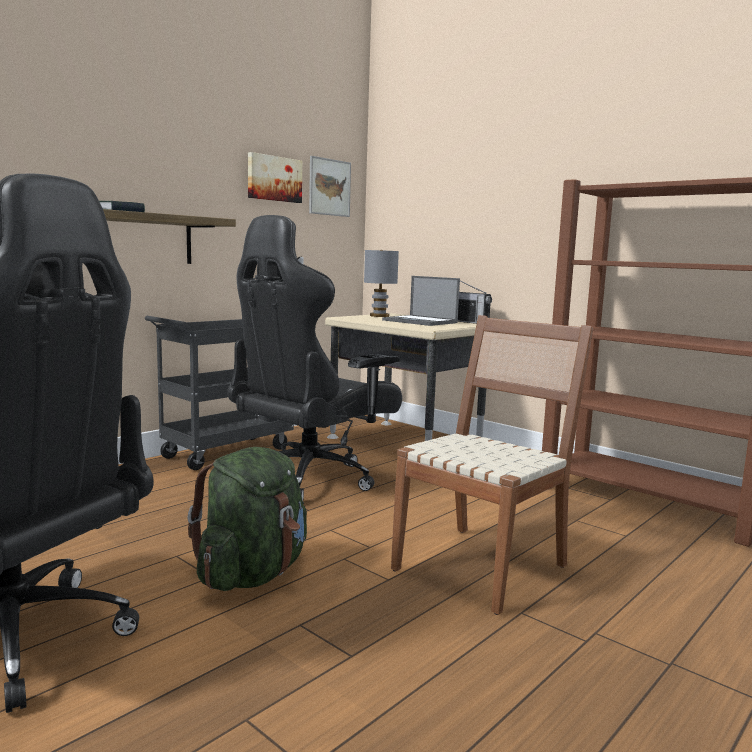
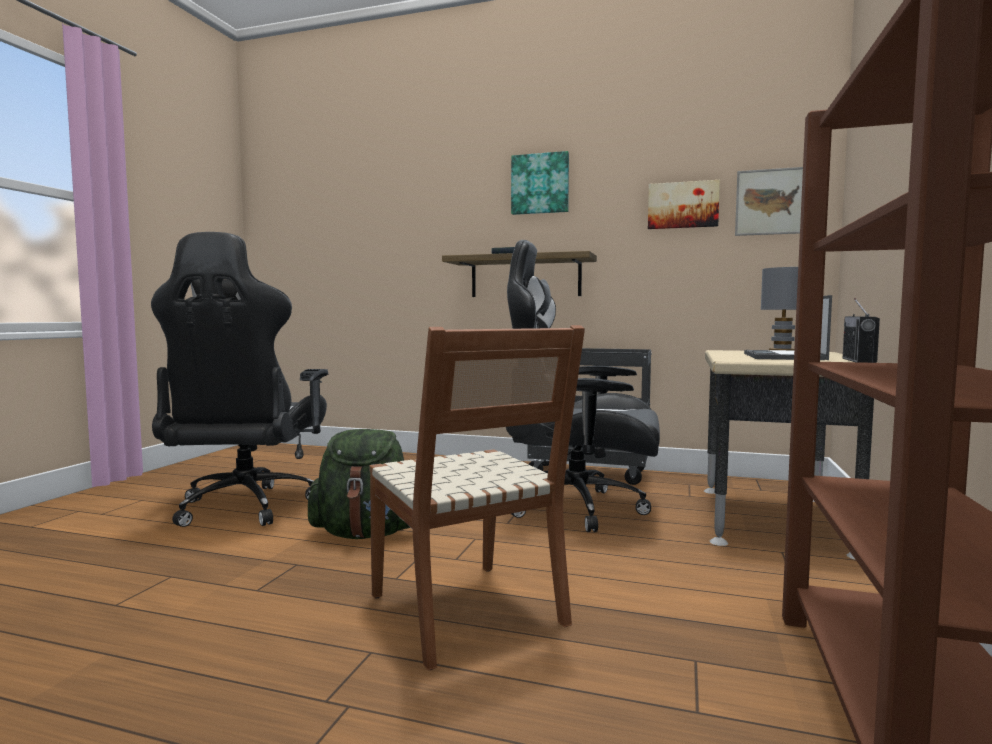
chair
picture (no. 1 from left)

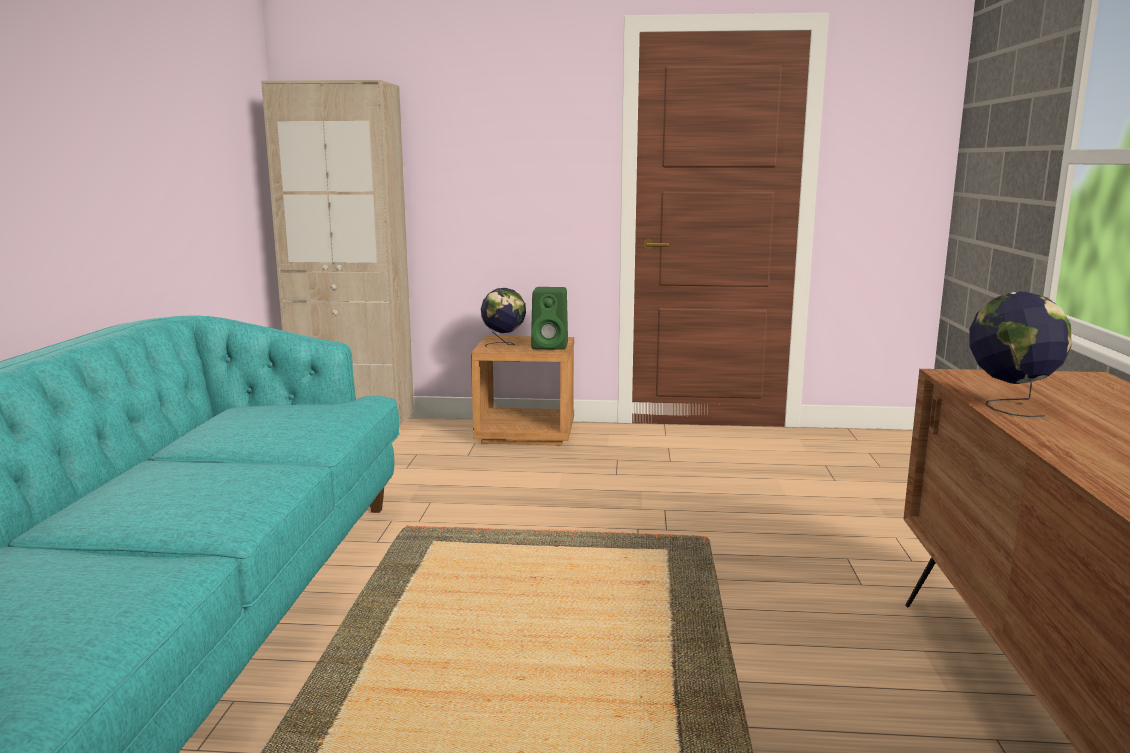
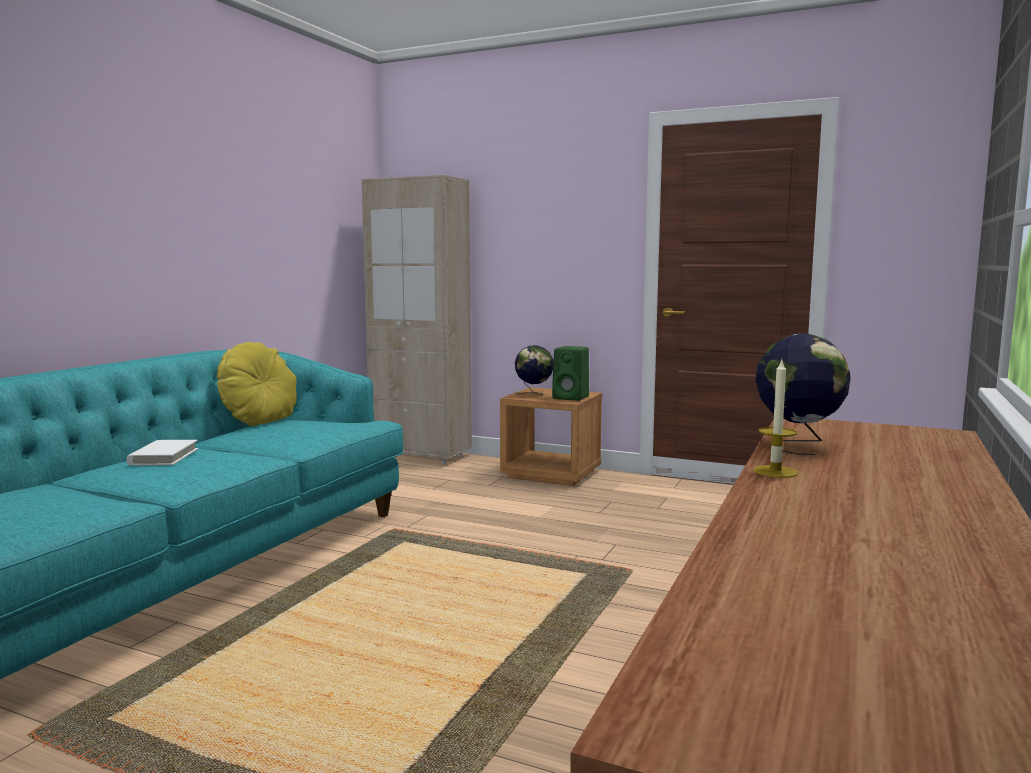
white book
yellow pillow
candle

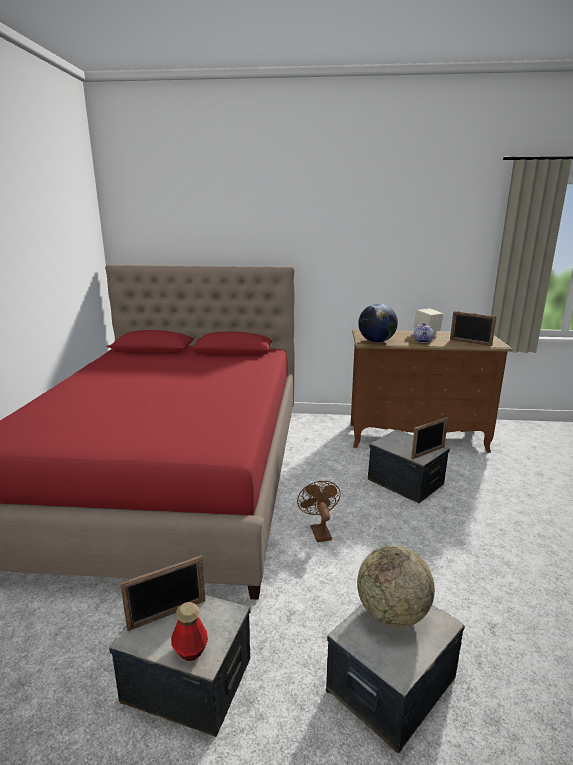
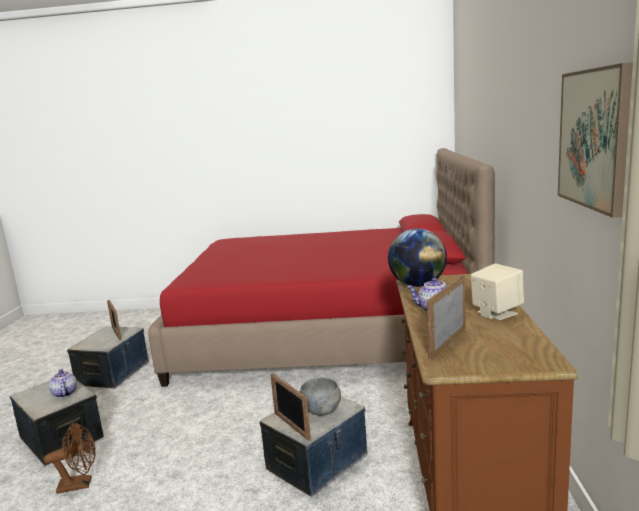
bottle
brown fan
teapot (no. 1 from left)
grey bowl
picture

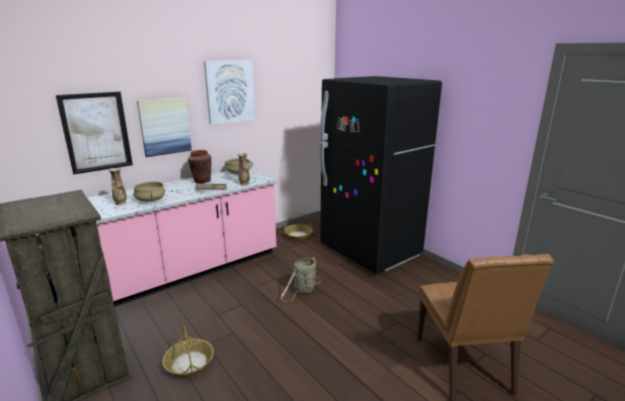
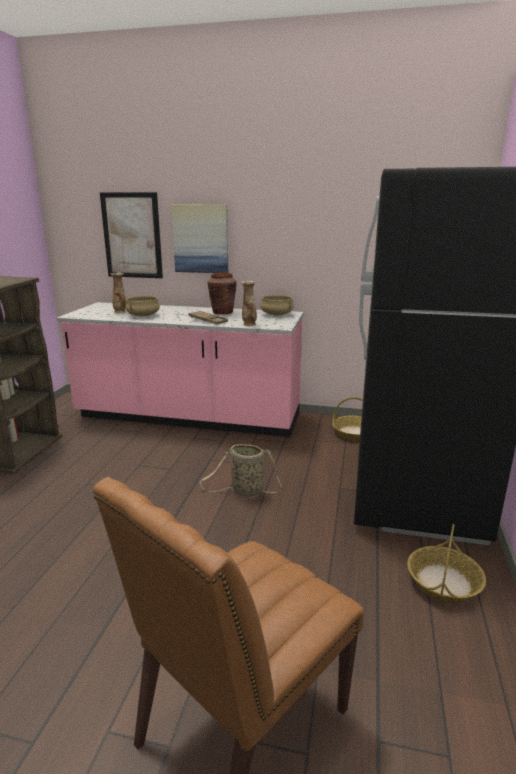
basket (no. 3 from left)
picture (no. 3 from left in the first image)

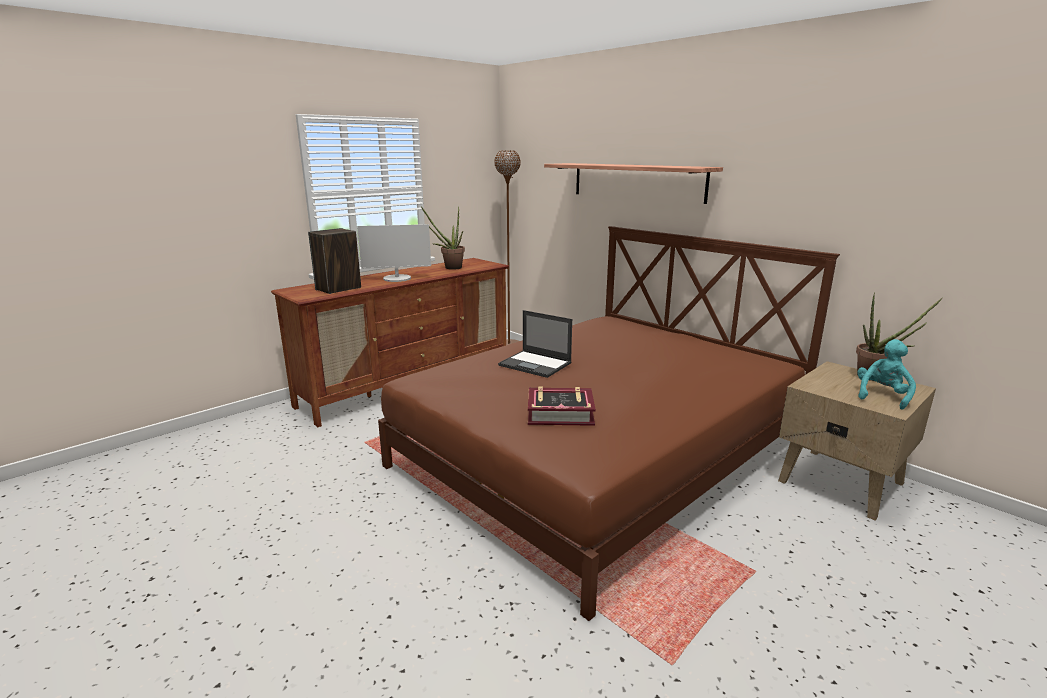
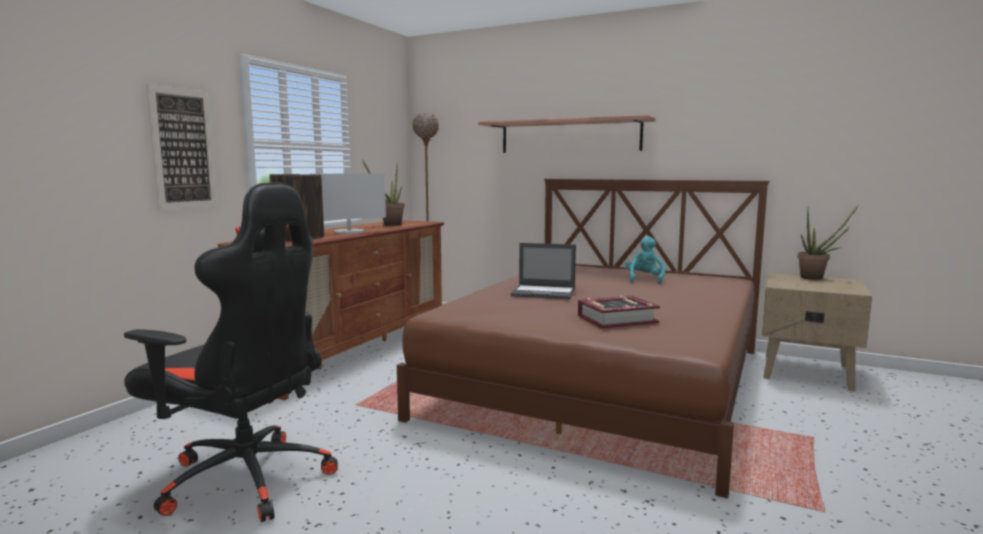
turquoise plush toy
black office chair
picture

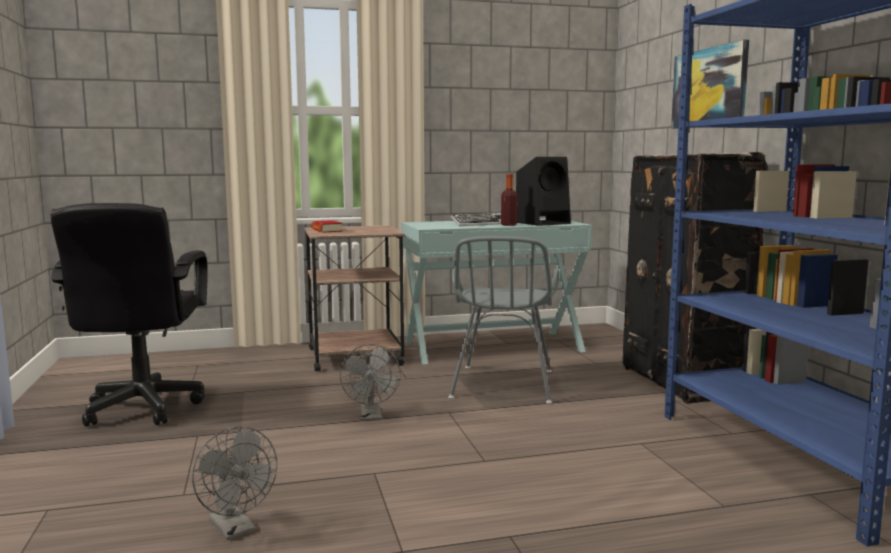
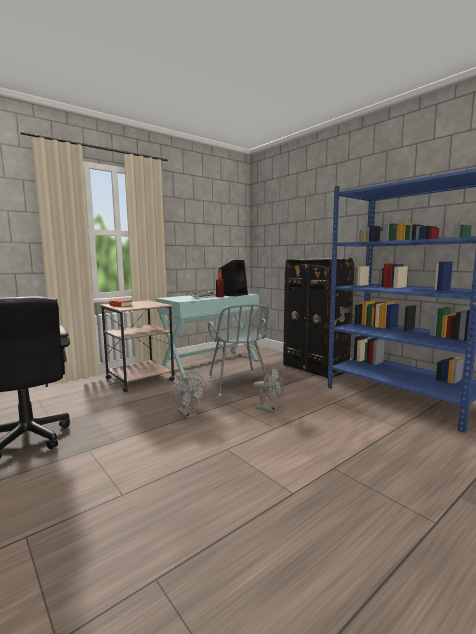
grey fan (no. 2 from left)
picture

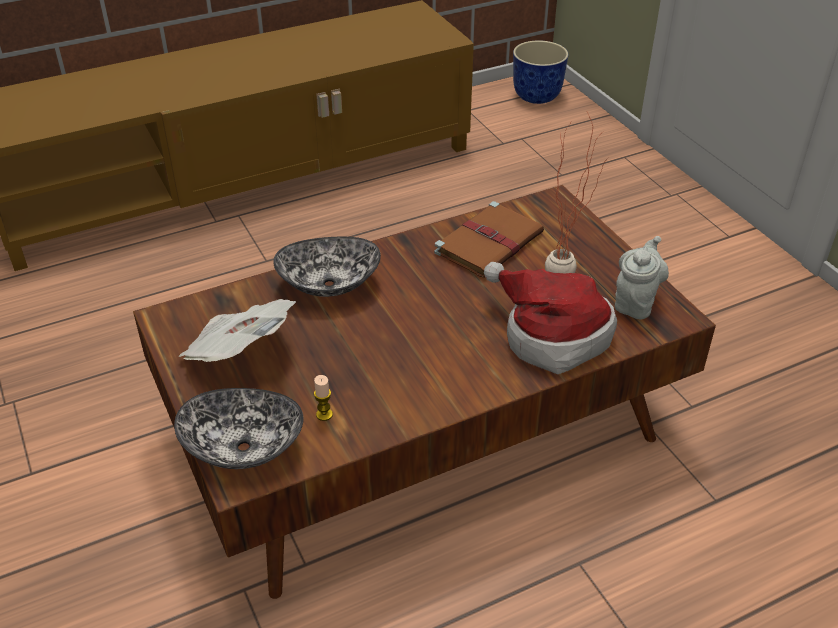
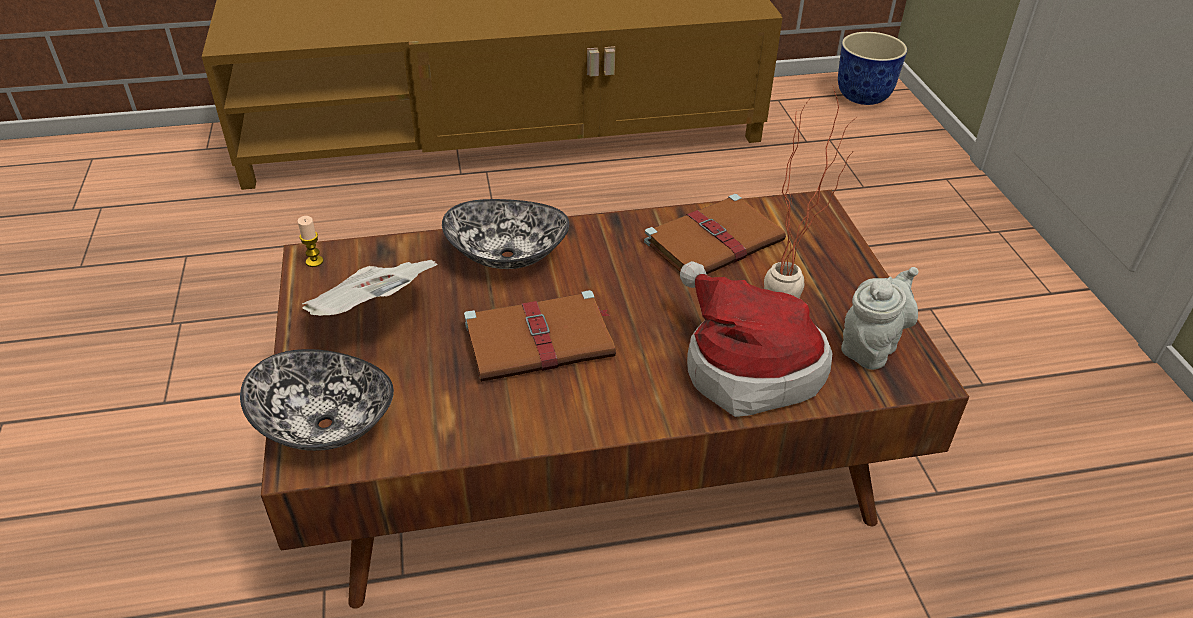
candle
brown book (no. 1 from left)

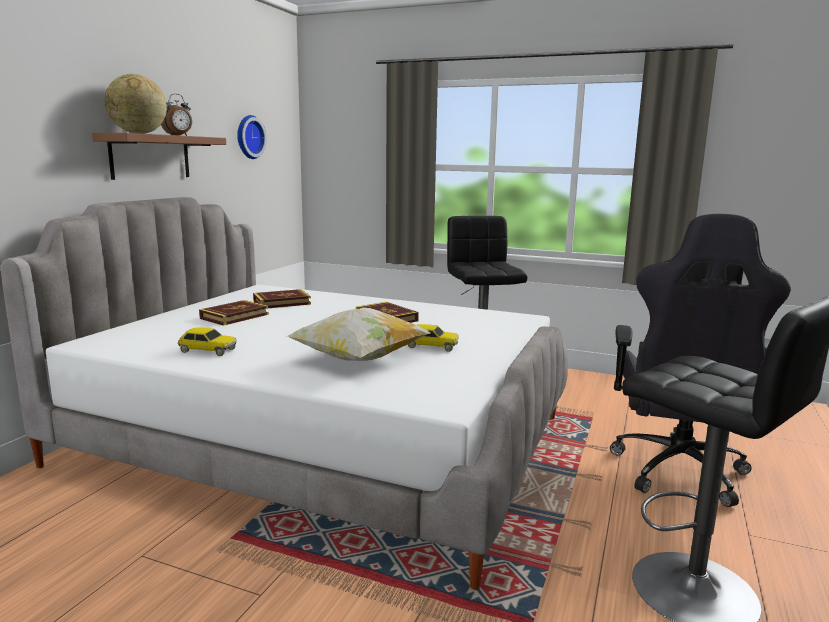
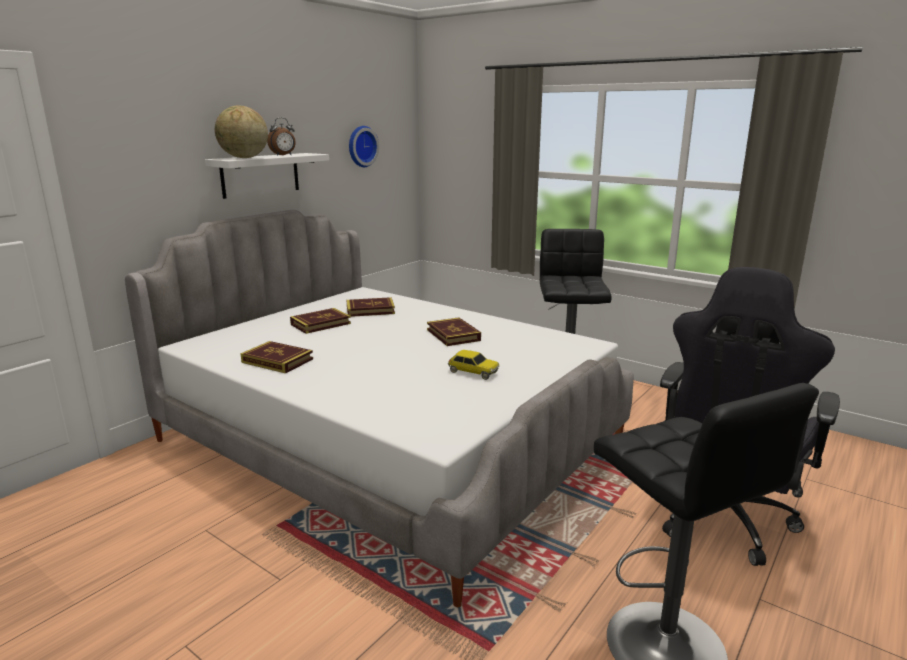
white shelf
book (no. 1 from left)
pillow

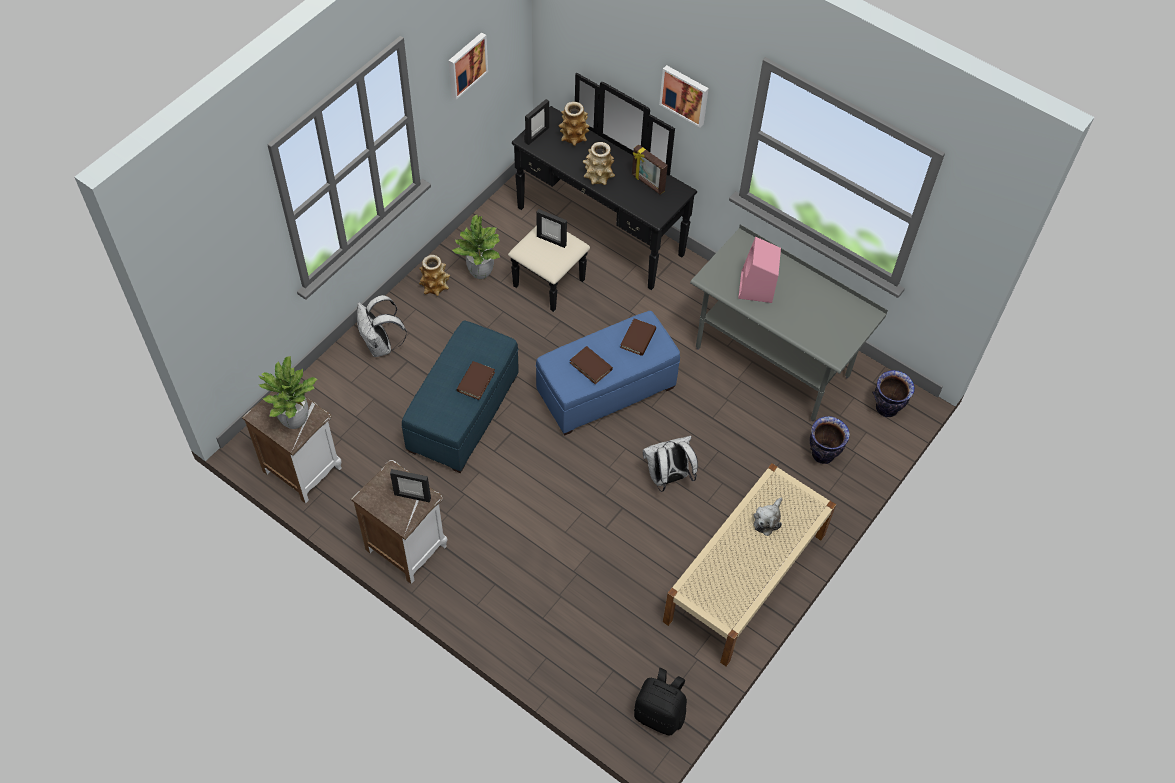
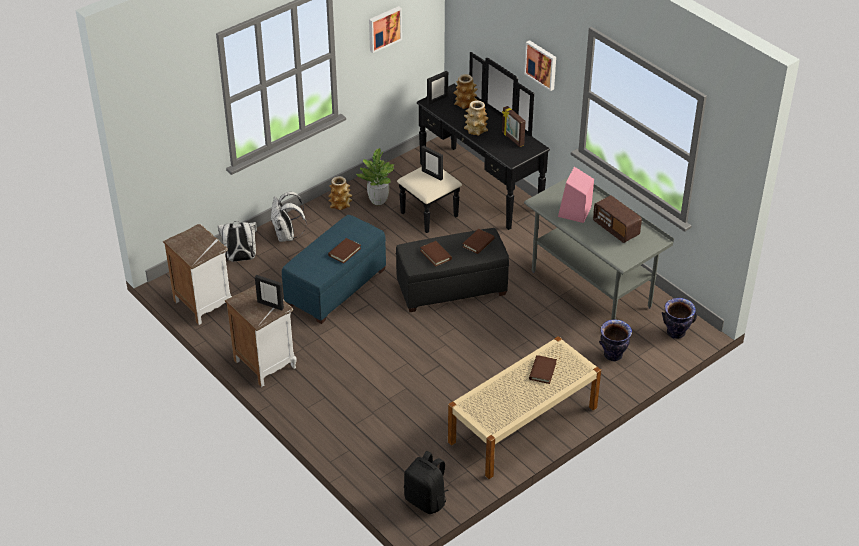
potted plant (no. 1 from left in the first image)
black ottoman
white backpack (no. 1 from left)
brown book (no. 4 from left)
radio

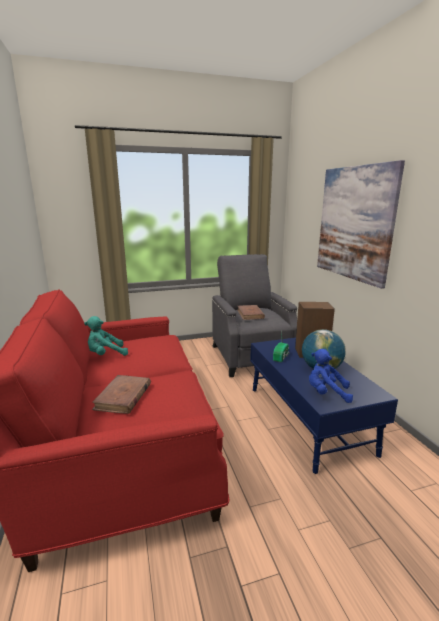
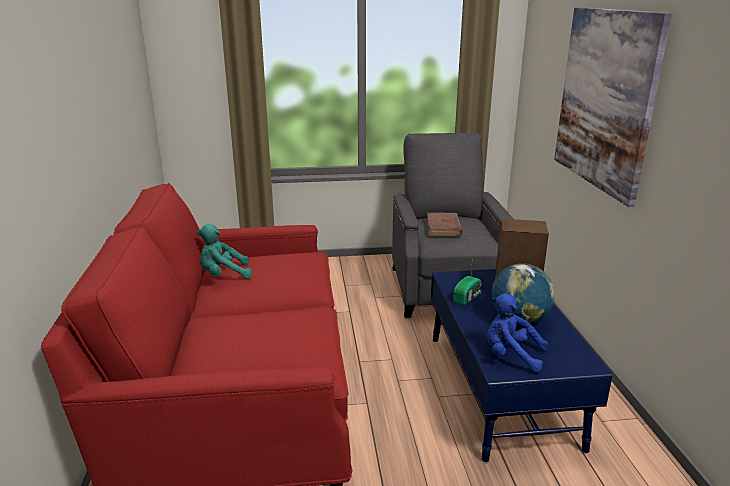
brown book (no. 1 from left in the first image)

